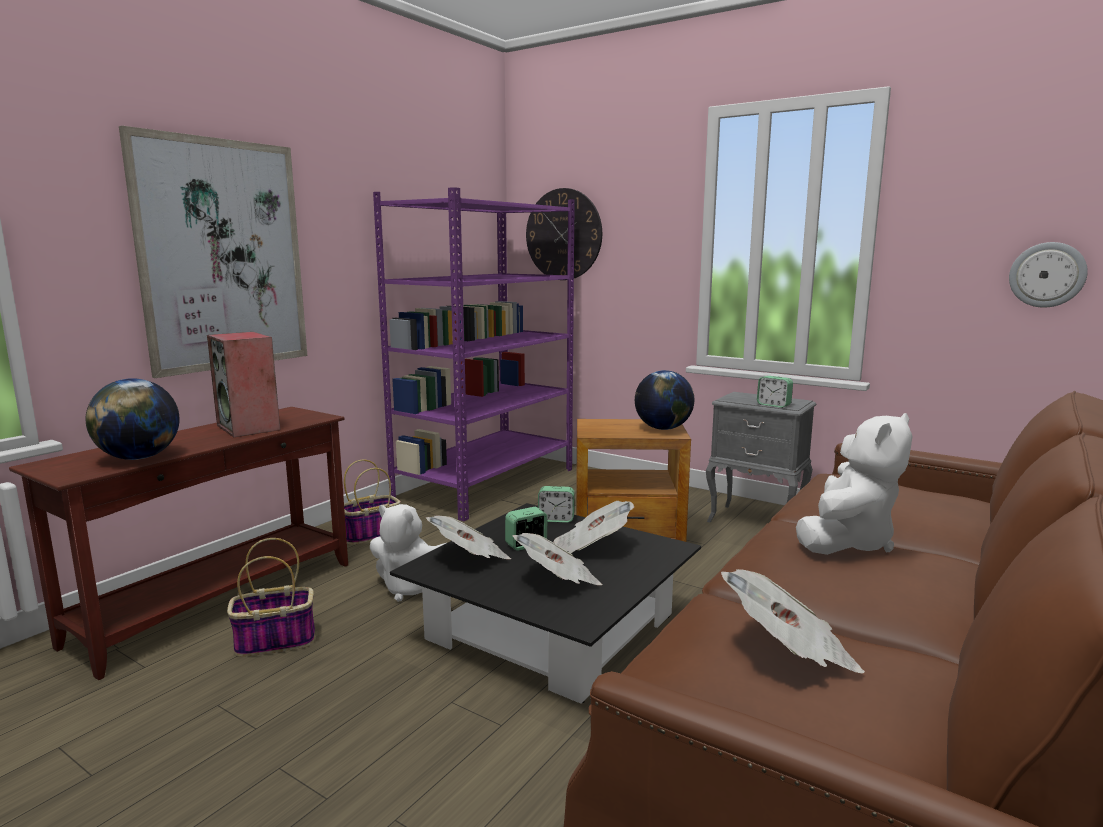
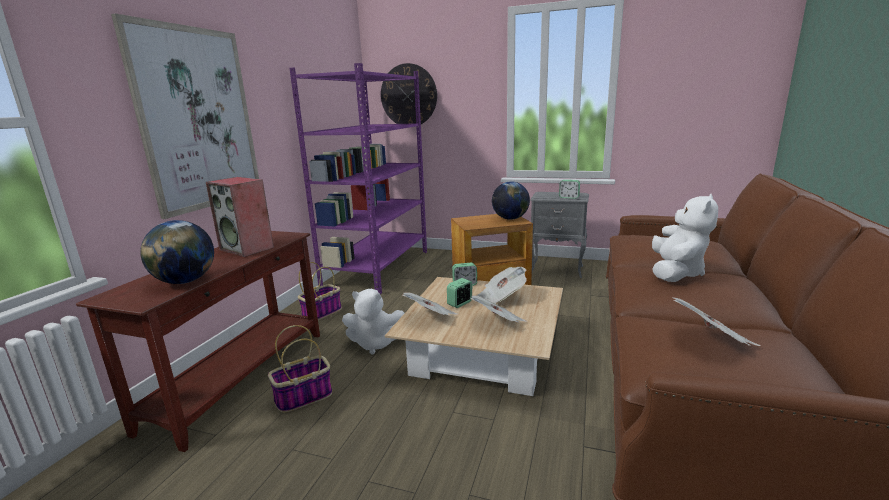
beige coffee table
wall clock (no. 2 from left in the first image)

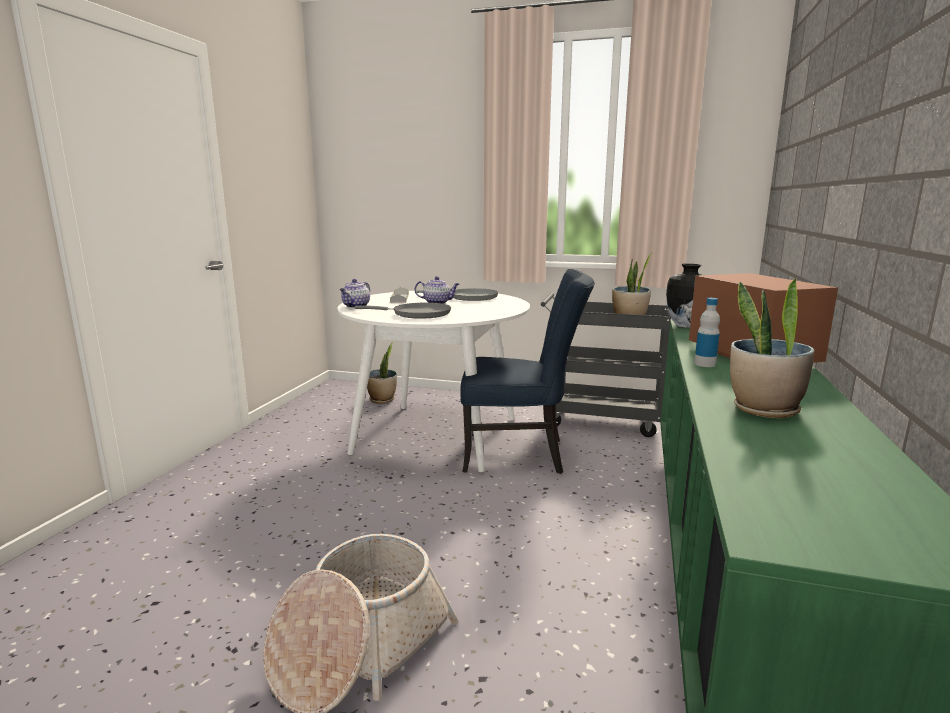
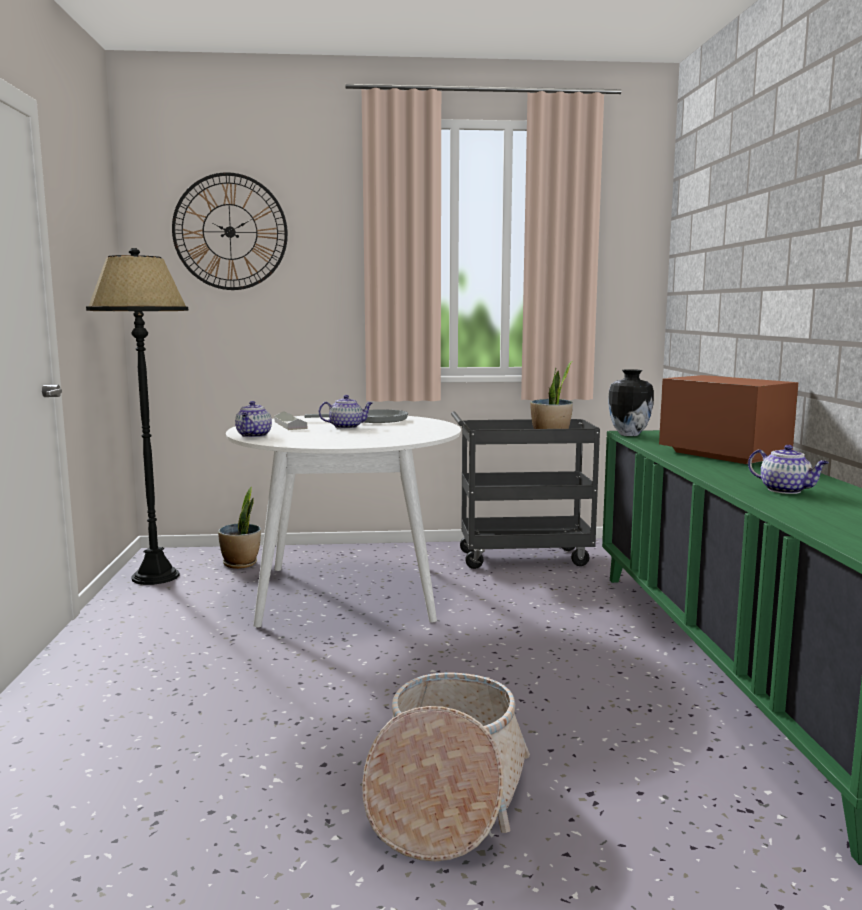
grey frying pan (no. 1 from left in the first image)
blue chair
bottle
teapot (no. 3 from left)
black floor lamp
wall clock

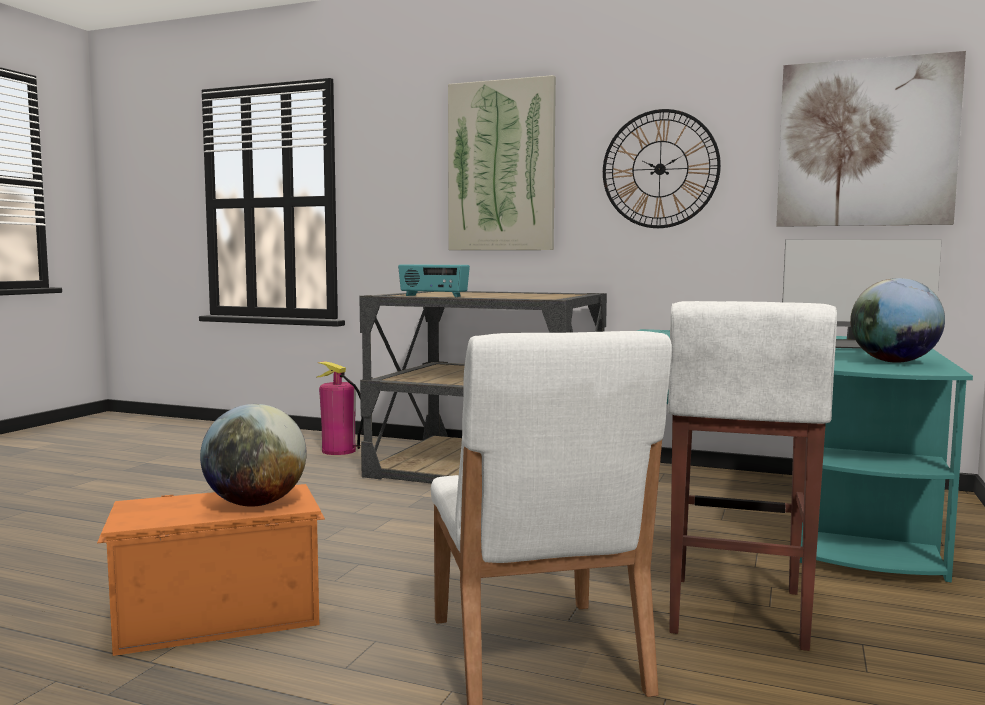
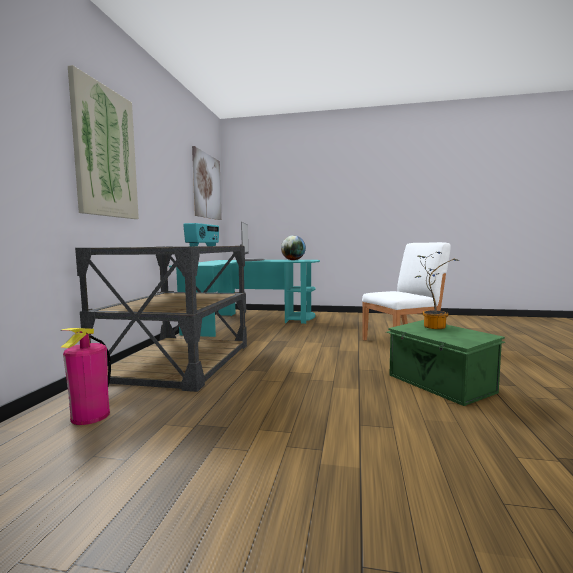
green storage box
potted plant
wall clock
white stool

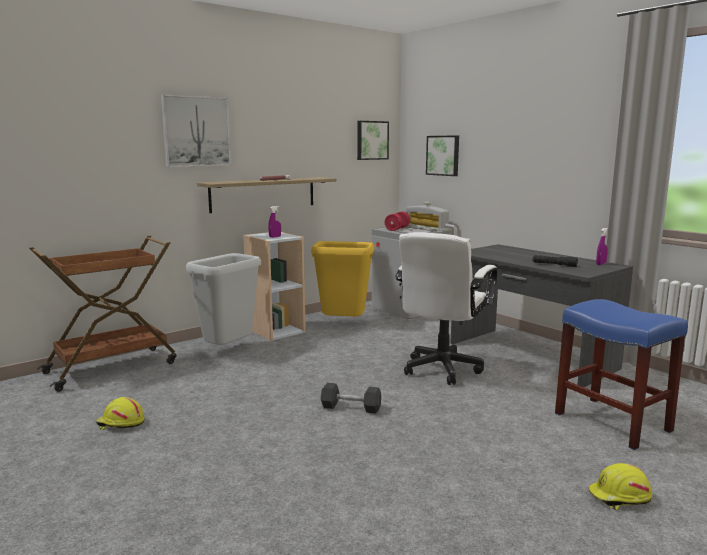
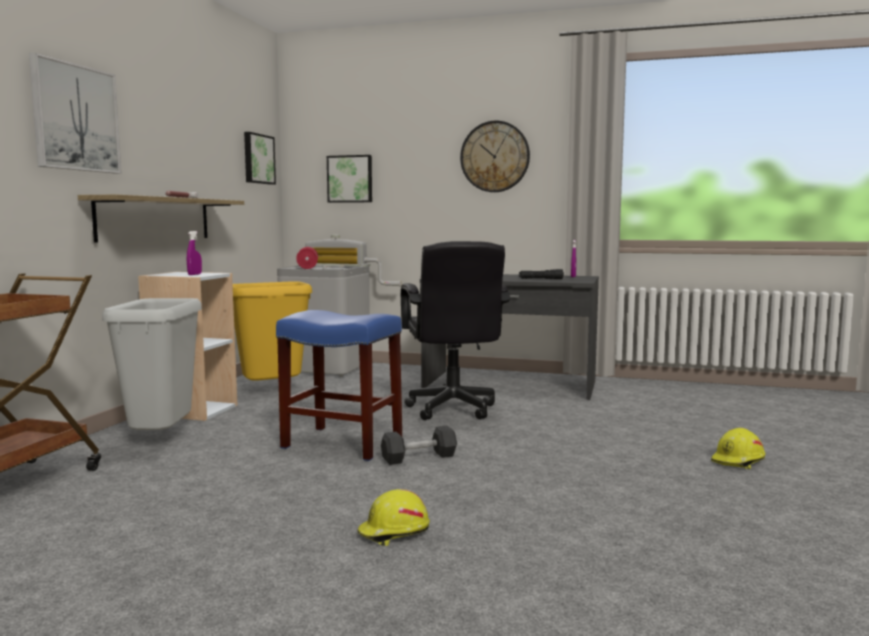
yellow hard hat (no. 1 from left)
black office chair
blue stool
wall clock

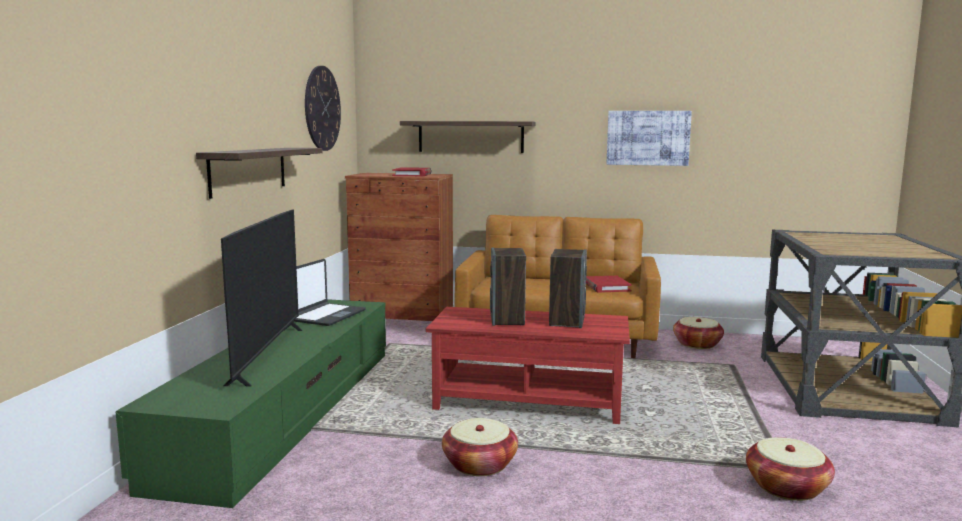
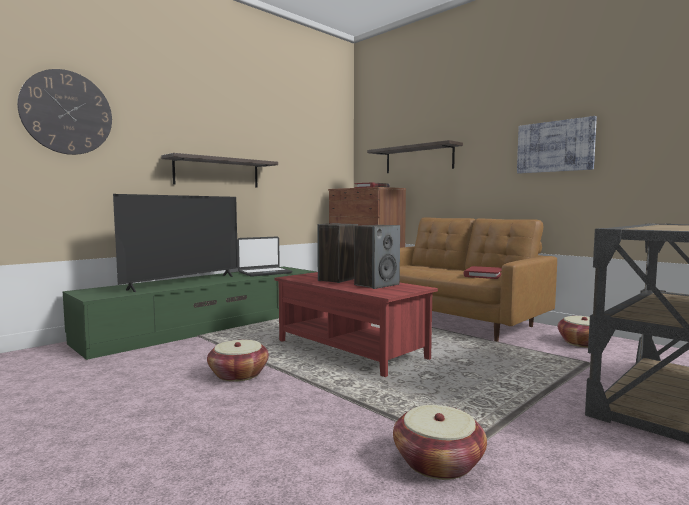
wall clock

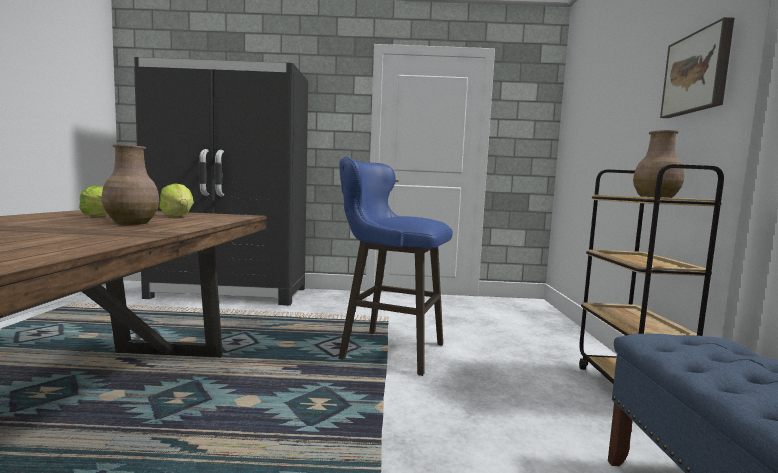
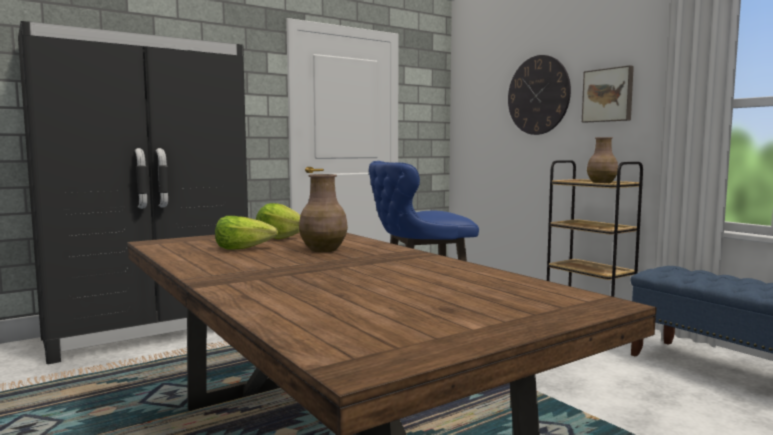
wall clock

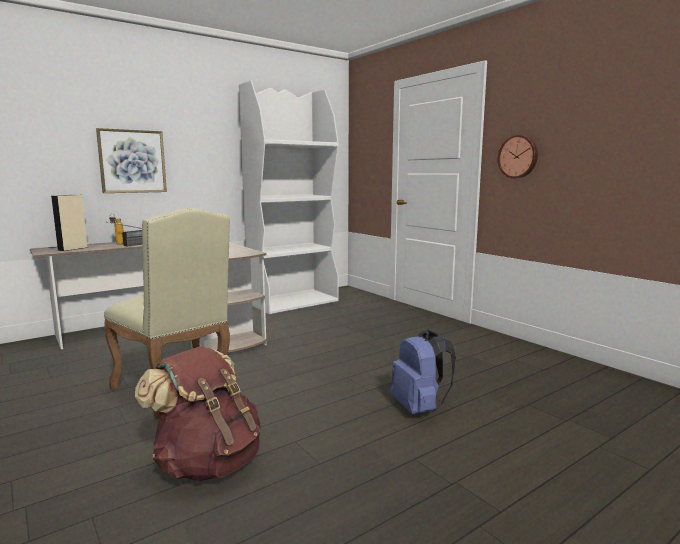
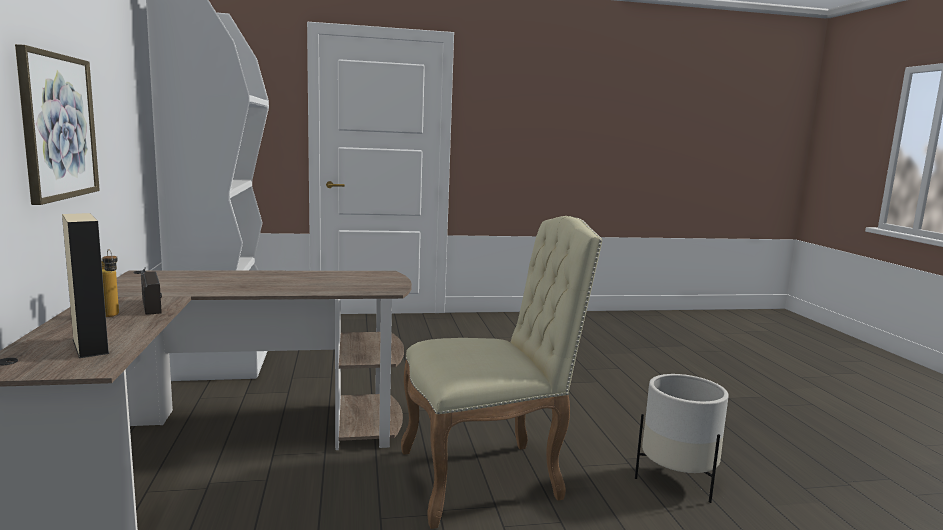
white planter
blue backpack
wall clock

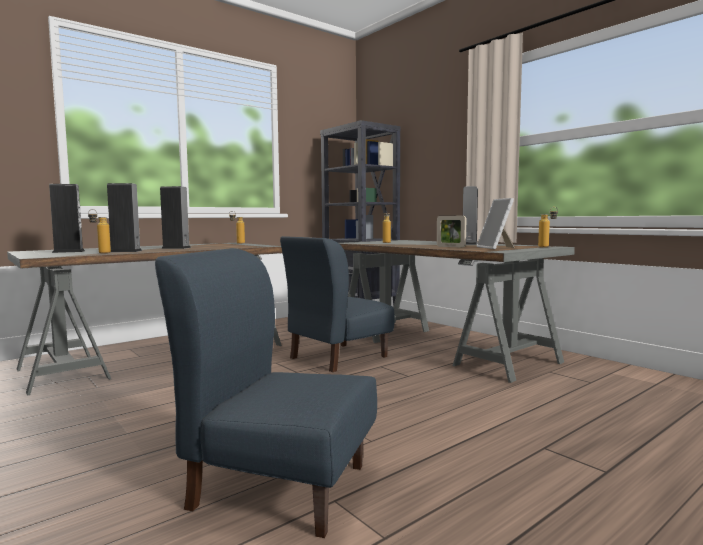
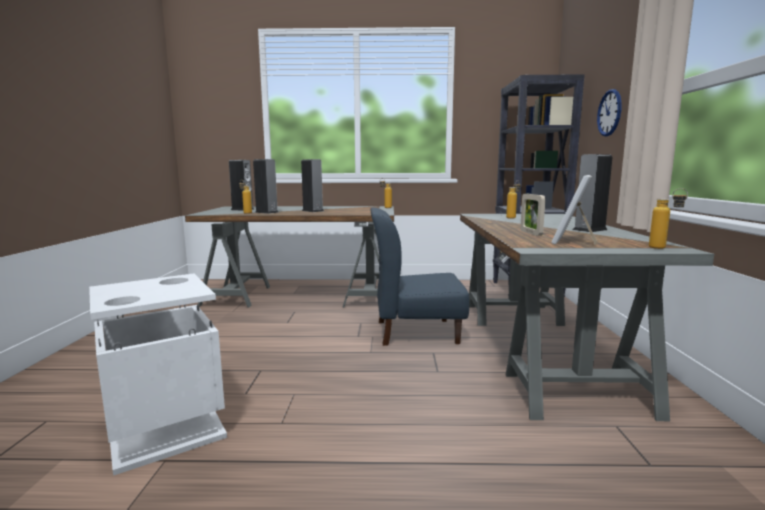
white trash can
wall clock

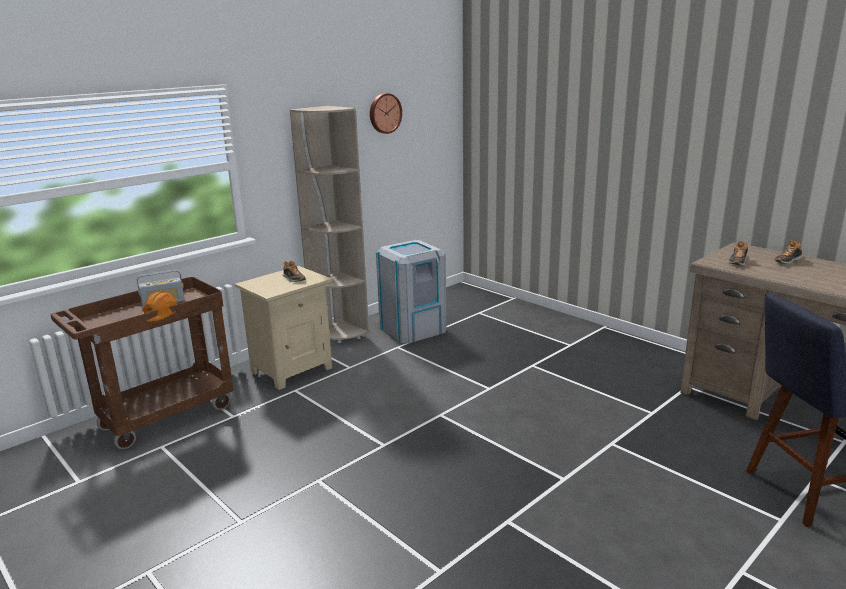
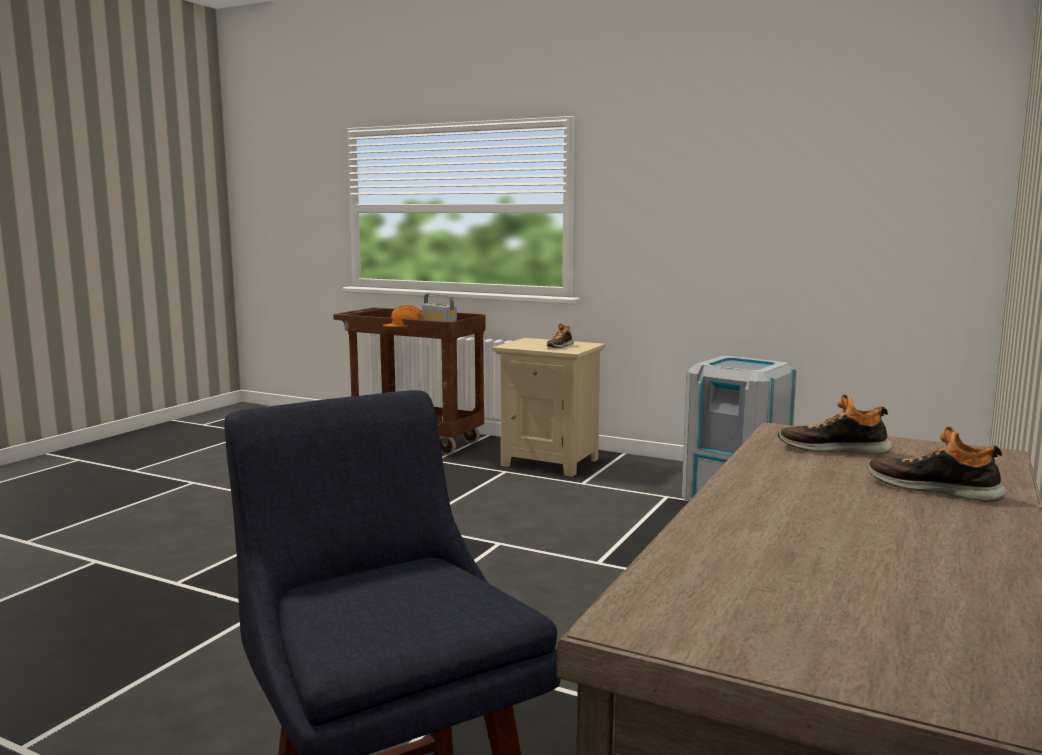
beige bookcase
wall clock

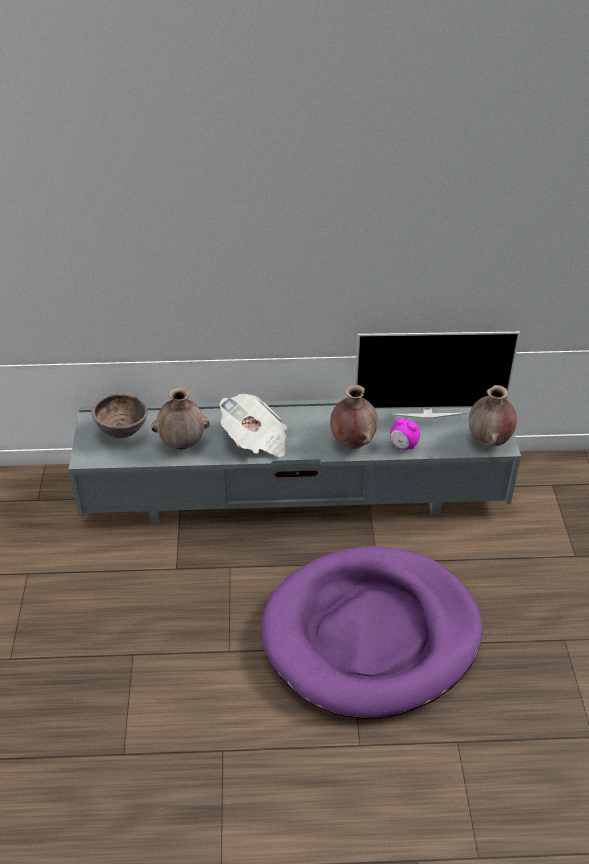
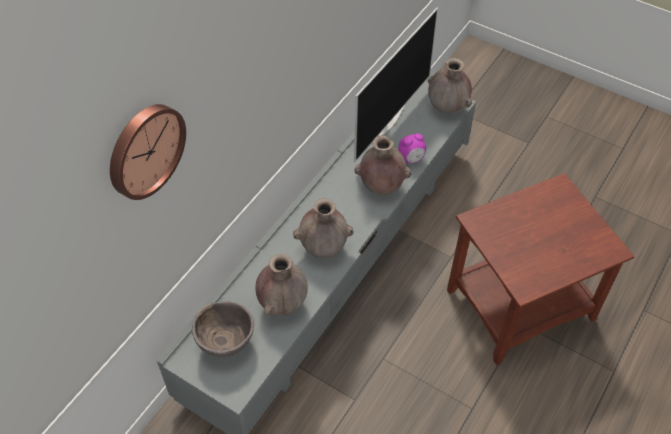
brown vase (no. 2 from left)
brown side table
wall clock

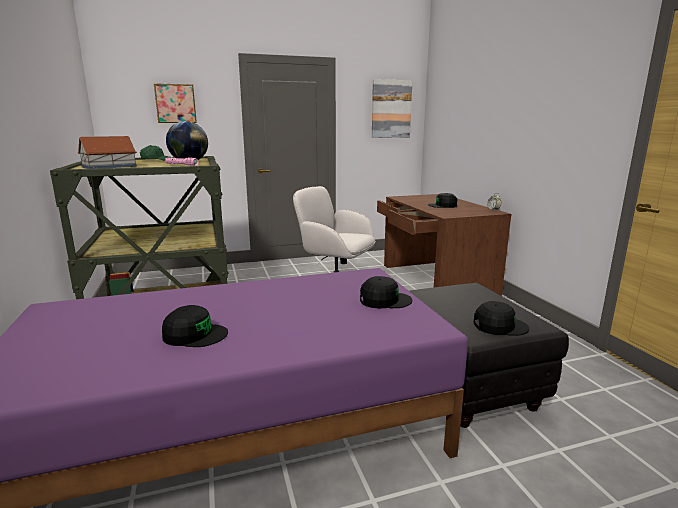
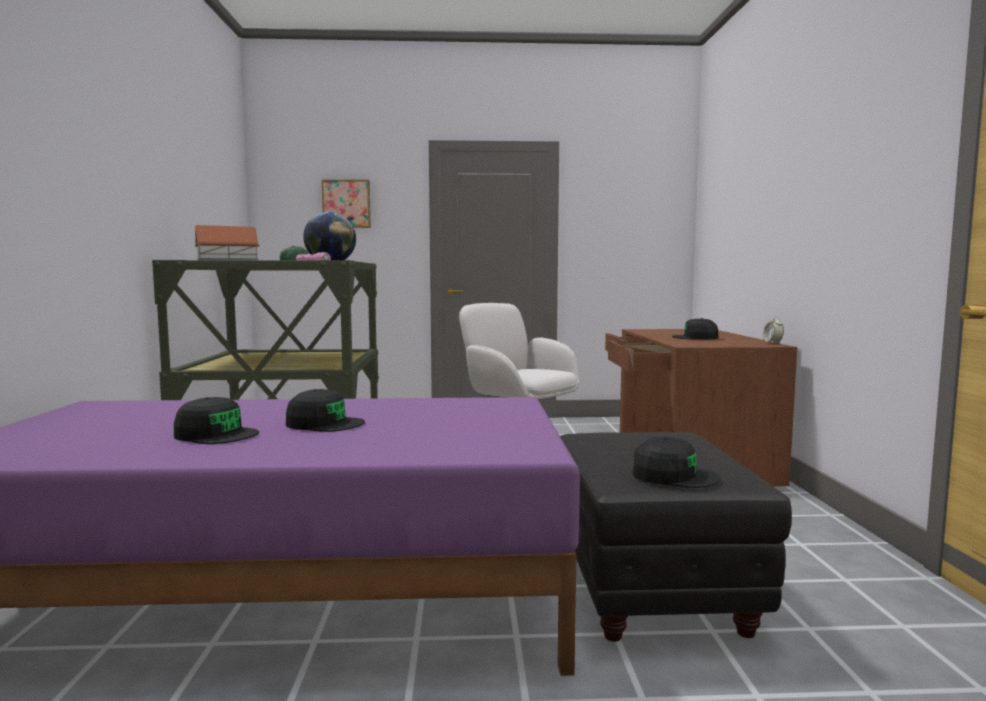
black cap (no. 2 from left)
picture (no. 2 from left in the first image)

